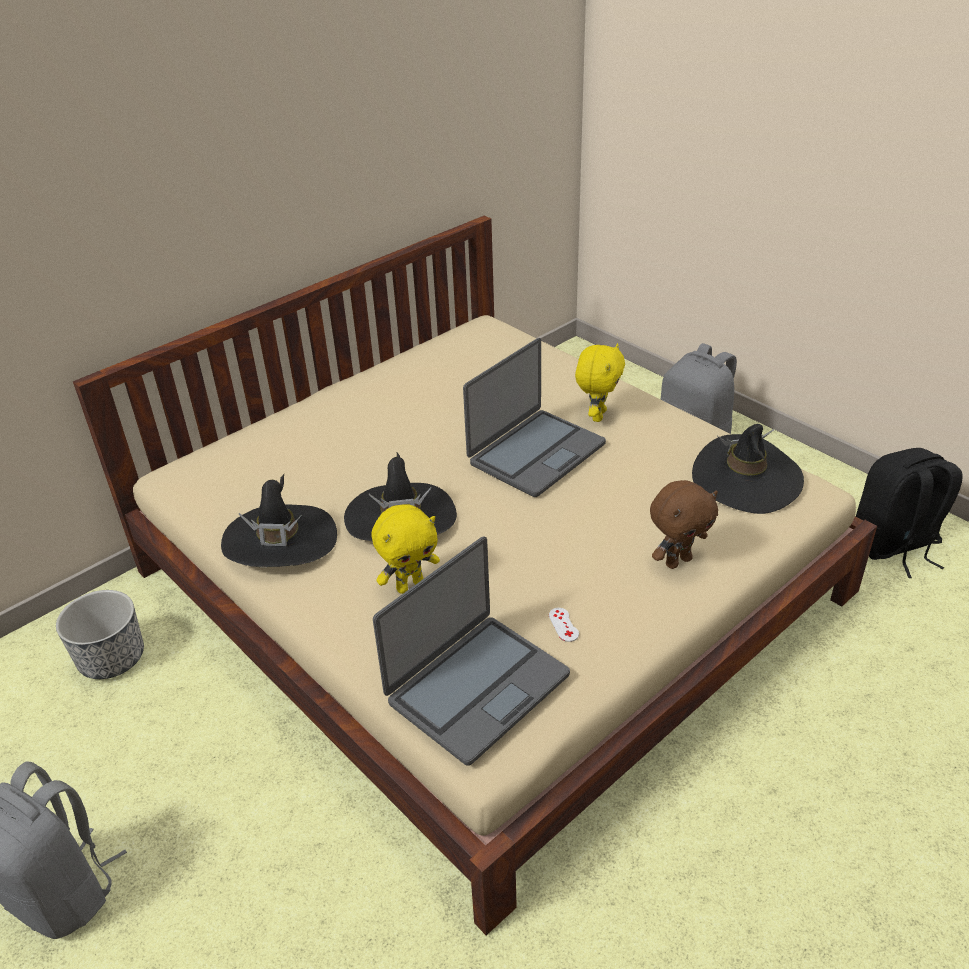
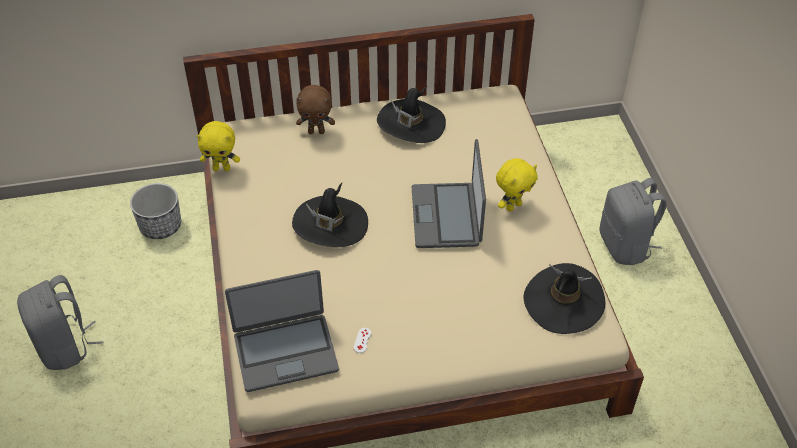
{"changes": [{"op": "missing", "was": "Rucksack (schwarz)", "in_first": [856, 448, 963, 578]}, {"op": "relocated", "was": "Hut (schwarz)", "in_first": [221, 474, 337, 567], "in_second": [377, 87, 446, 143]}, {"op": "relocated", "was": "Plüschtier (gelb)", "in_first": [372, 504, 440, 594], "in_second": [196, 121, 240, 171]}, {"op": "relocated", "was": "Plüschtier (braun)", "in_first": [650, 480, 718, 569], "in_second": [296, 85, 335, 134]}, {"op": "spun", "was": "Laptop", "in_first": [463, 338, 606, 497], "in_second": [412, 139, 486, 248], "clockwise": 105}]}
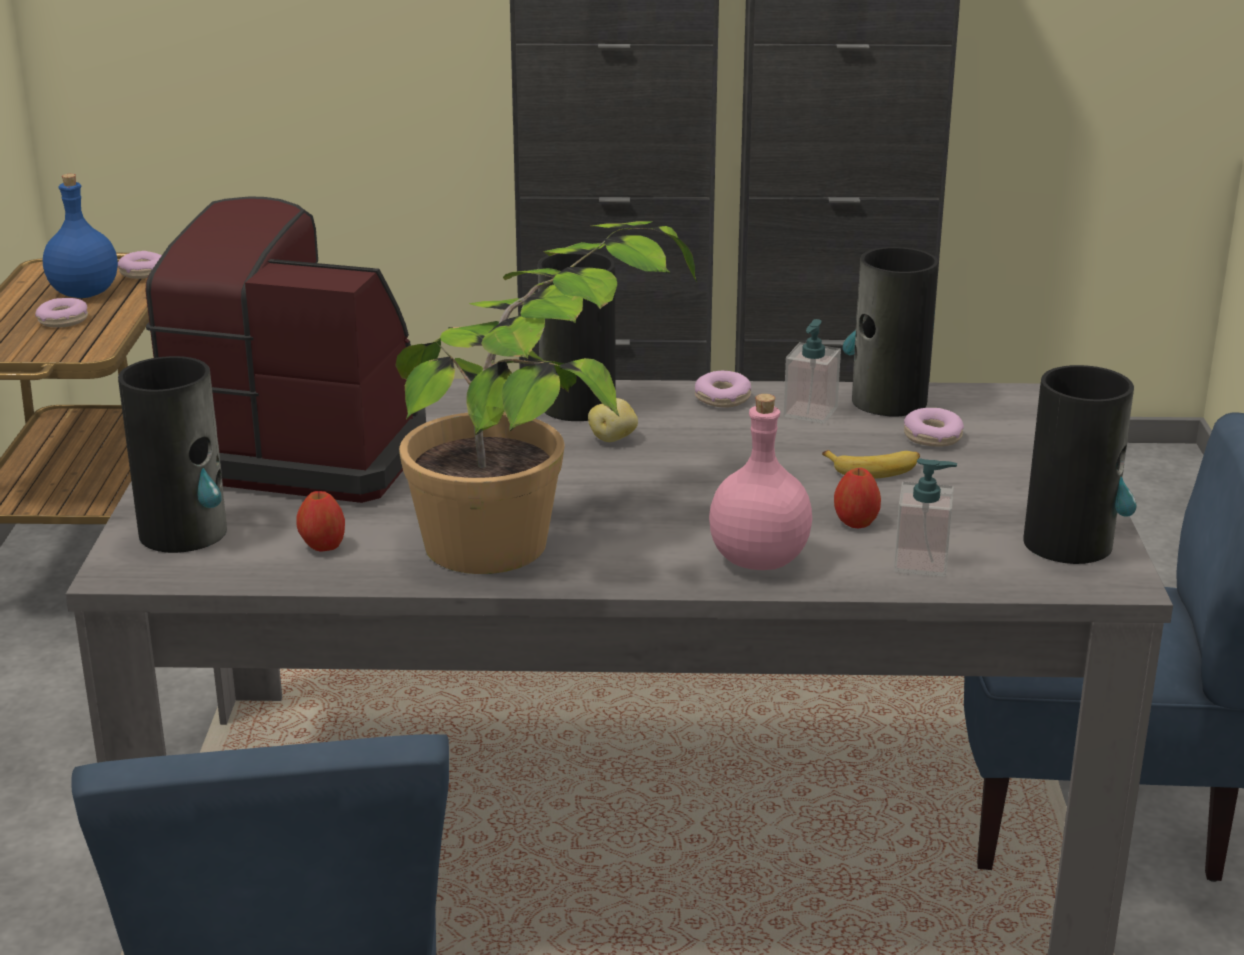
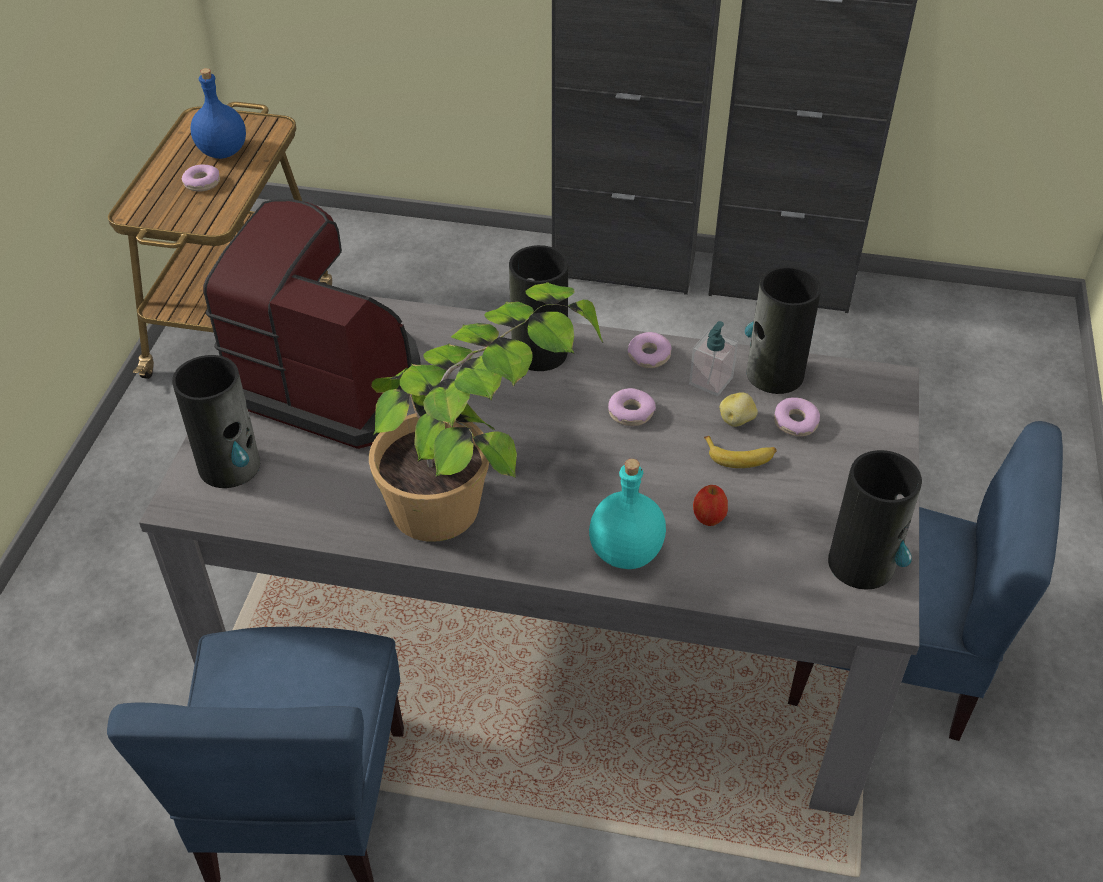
{"changes": [{"op": "missing", "was": "Apfel", "in_first": [296, 491, 345, 552]}, {"op": "missing", "was": "Seifenspender", "in_first": [894, 458, 957, 577]}, {"op": "relocated", "was": "Donut", "in_first": [118, 251, 162, 279], "in_second": [608, 388, 656, 426]}, {"op": "relocated", "was": "Kartoffel", "in_first": [588, 398, 638, 442], "in_second": [720, 392, 758, 427]}, {"op": "colour", "was": "Flasche (rosa)", "now": "Flasche (türkis)", "in_first": [709, 394, 812, 570], "in_second": [589, 459, 666, 569]}]}
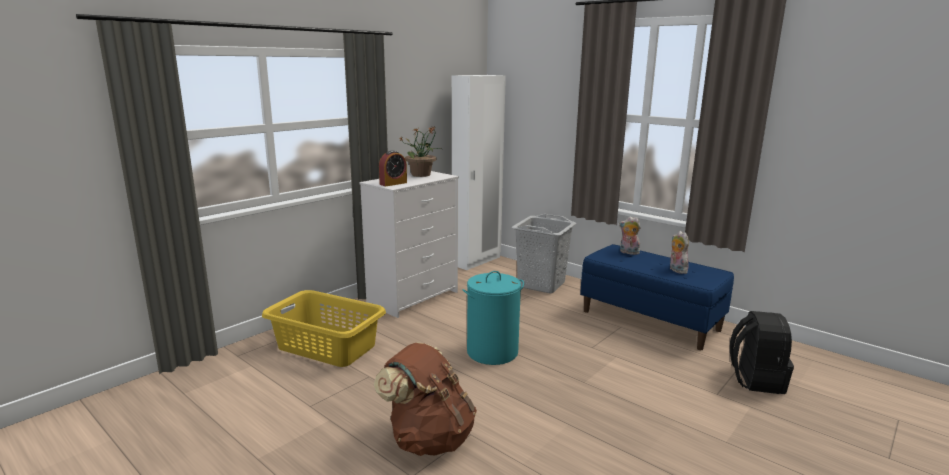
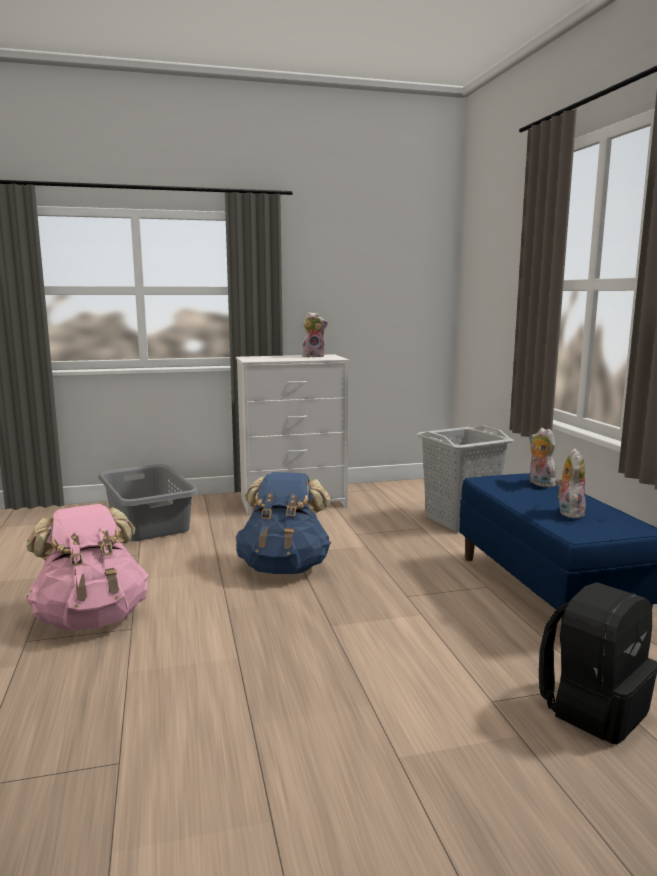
{"changes": [{"op": "missing", "was": "Wecker", "in_first": [379, 150, 407, 186]}, {"op": "missing", "was": "Kleiderschrank (weiß)", "in_first": [452, 75, 506, 270]}, {"op": "exchanged", "was": "Topfpflanze", "now": "Plüschtier", "in_first": [399, 127, 442, 177], "in_second": [302, 312, 328, 357]}, {"op": "exchanged", "was": "Wäschekorb (türkis)", "now": "Rucksack (blau)", "in_first": [463, 271, 524, 365], "in_second": [236, 472, 331, 574]}, {"op": "colour", "was": "Wäschekorb (gelb)", "now": "Wäschekorb (grau)", "in_first": [262, 290, 386, 367], "in_second": [99, 464, 199, 541]}, {"op": "colour", "was": "Rucksack (braun)", "now": "Rucksack (rosa)", "in_first": [374, 342, 477, 456], "in_second": [26, 504, 149, 631]}]}
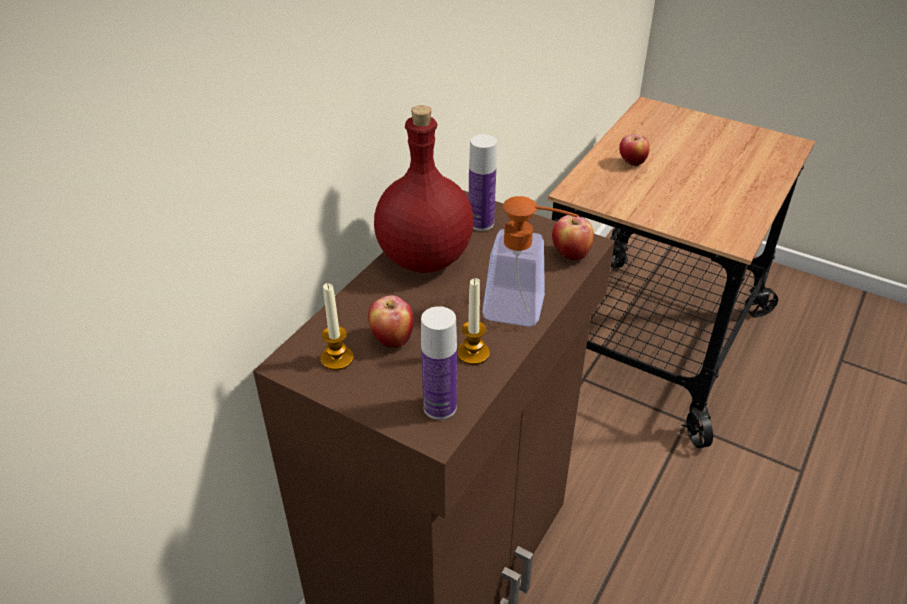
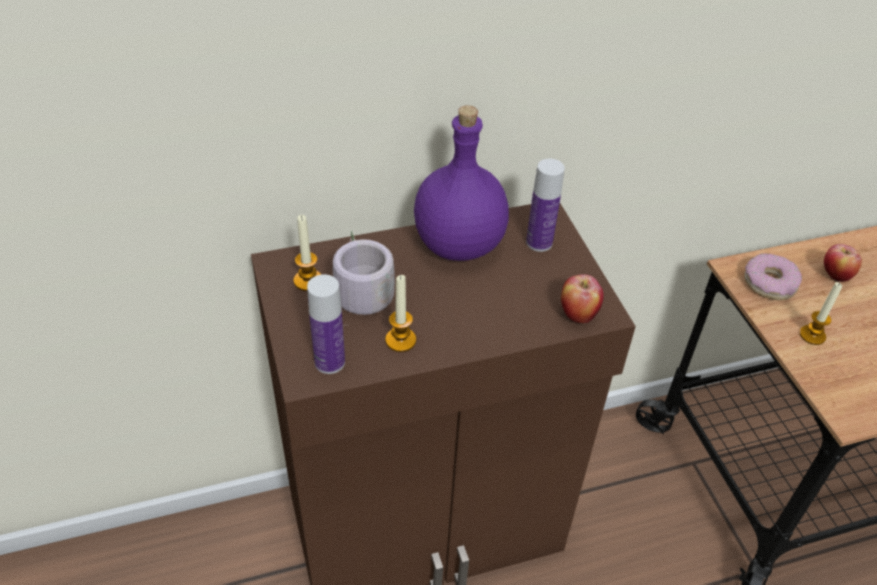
{"changes": [{"op": "missing", "was": "Seifenspender", "in_first": [483, 196, 578, 327]}, {"op": "appeared", "now": "Donut", "in_second": [744, 253, 802, 300]}, {"op": "appeared", "now": "Kerze", "in_second": [800, 282, 842, 345]}, {"op": "exchanged", "was": "Apfel", "now": "Henkelbecher (grau)", "in_first": [368, 295, 414, 348], "in_second": [333, 231, 395, 326]}, {"op": "colour", "was": "Flasche (rot)", "now": "Flasche (lila)", "in_first": [374, 105, 474, 273], "in_second": [414, 105, 509, 261]}]}
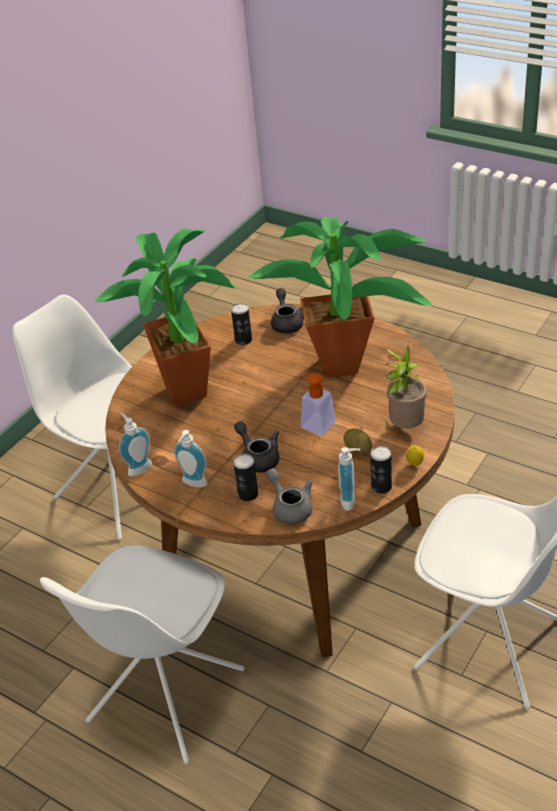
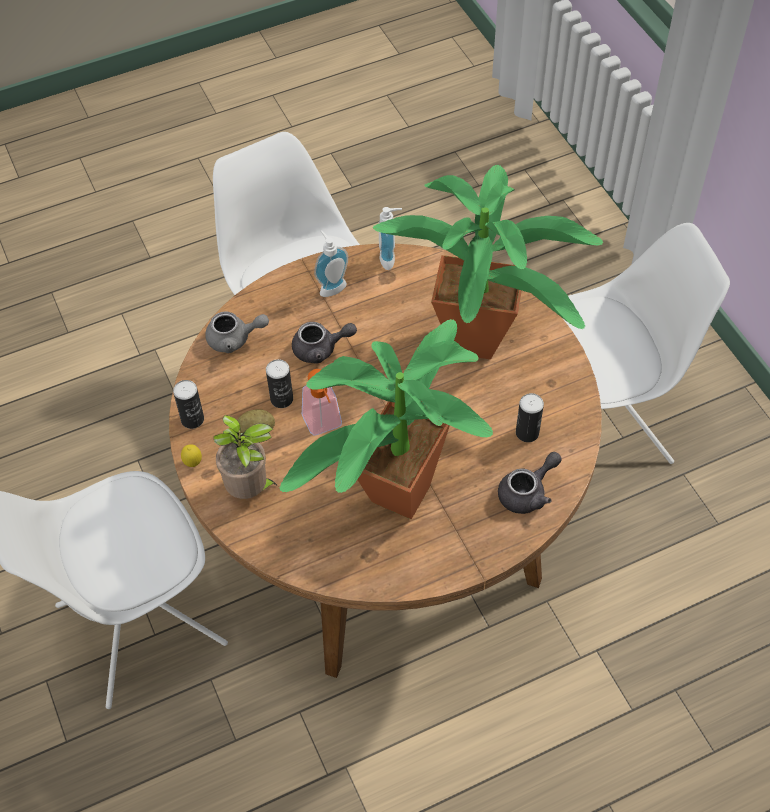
{"changes": [{"op": "missing", "was": "Seifenspender", "in_first": [338, 447, 360, 511]}, {"op": "relocated", "was": "Dose", "in_first": [233, 454, 258, 501], "in_second": [266, 359, 293, 408]}, {"op": "spun", "was": "Teekanne (grau)", "in_first": [271, 288, 304, 333], "in_second": [498, 452, 562, 514], "clockwise": -60}]}
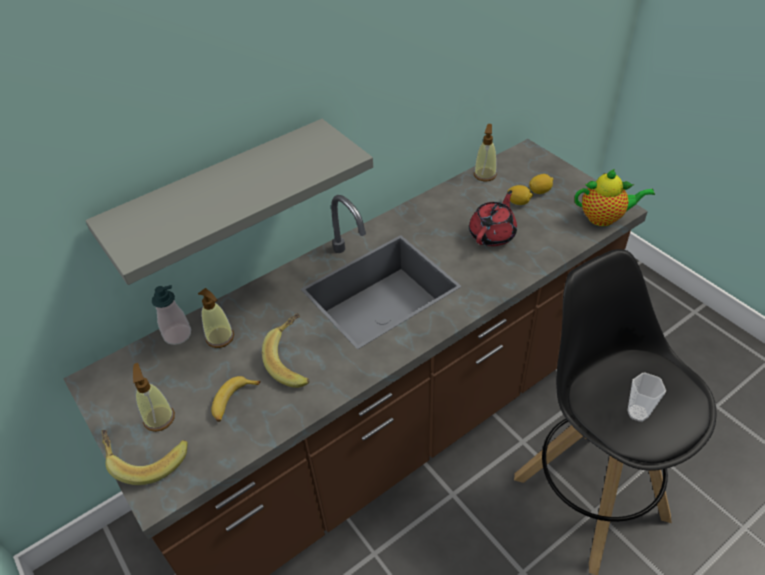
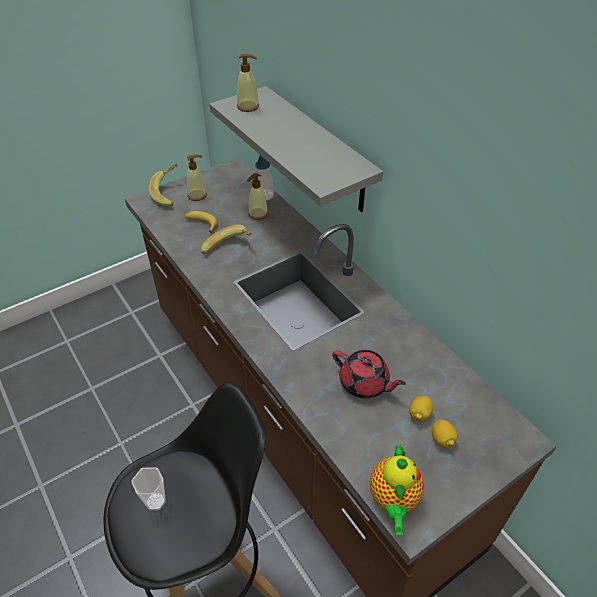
{"changes": [{"op": "relocated", "was": "Seifenspender", "in_first": [474, 124, 497, 181], "in_second": [237, 54, 259, 112]}]}
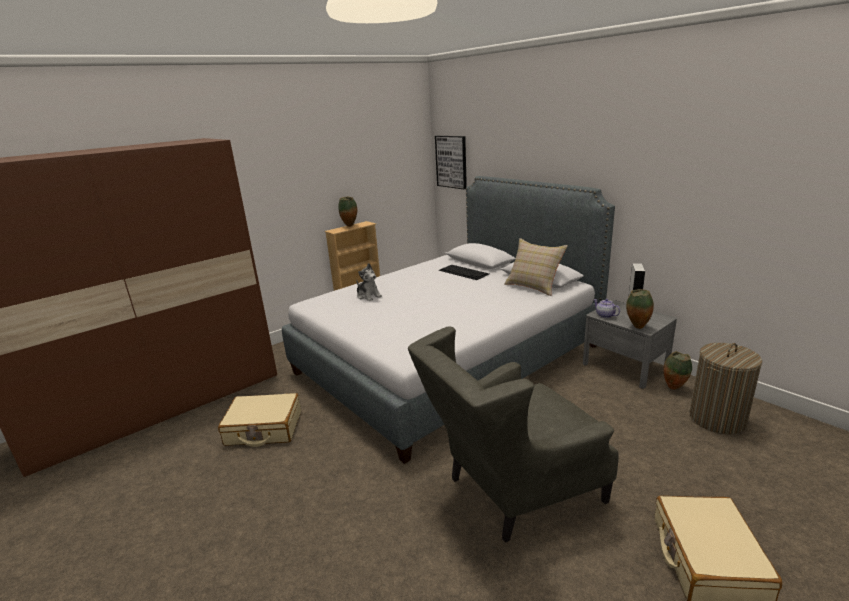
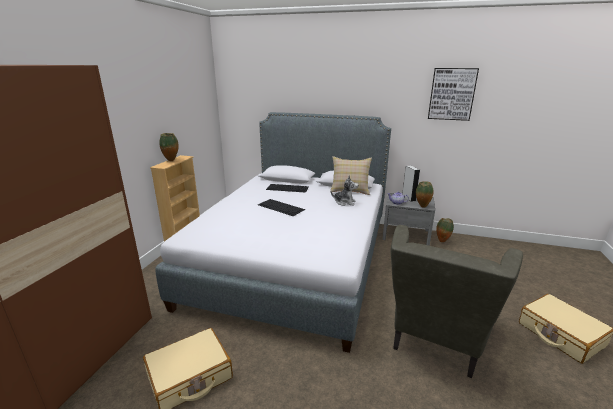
{"changes": [{"op": "missing", "was": "Wäschekorb", "in_first": [689, 343, 762, 434]}, {"op": "appeared", "now": "Tastatur", "in_second": [258, 199, 305, 216]}, {"op": "relocated", "was": "Plüschtier", "in_first": [356, 263, 382, 301], "in_second": [331, 176, 358, 206]}, {"op": "relocated", "was": "Bild", "in_first": [435, 136, 467, 189], "in_second": [428, 68, 479, 121]}]}
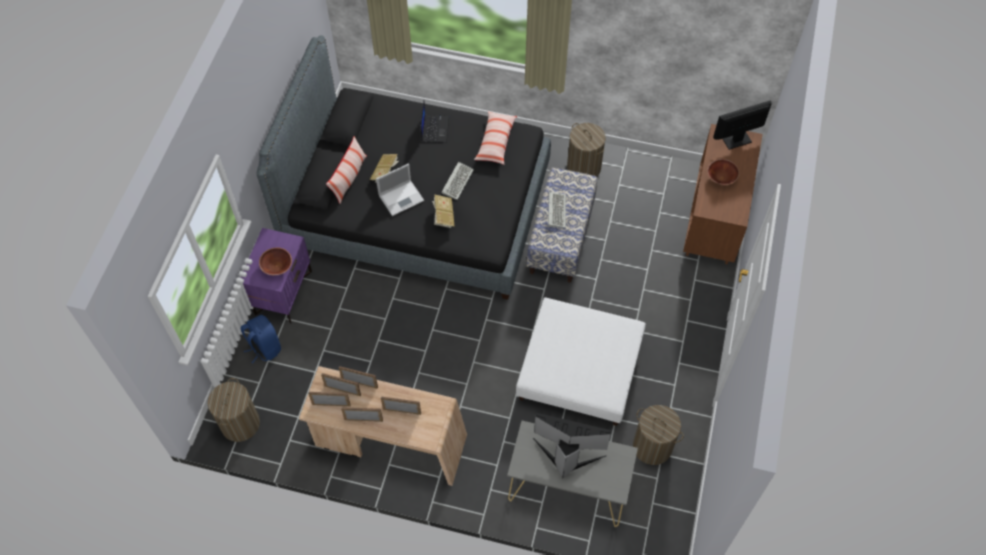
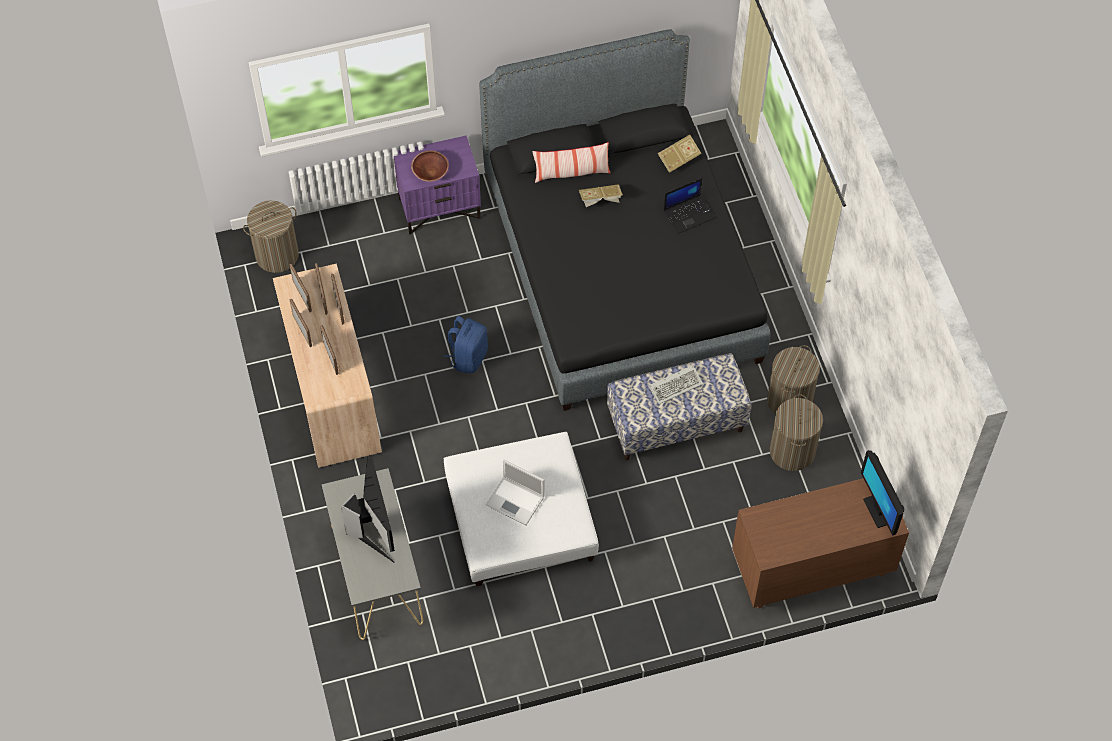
{"changes": [{"op": "missing", "was": "Tastatur", "in_first": [442, 162, 474, 200]}, {"op": "missing", "was": "Kissen", "in_first": [474, 112, 517, 165]}, {"op": "missing", "was": "Schüssel (braun)", "in_first": [707, 159, 740, 185]}, {"op": "relocated", "was": "Rucksack (blau)", "in_first": [241, 315, 281, 364], "in_second": [444, 316, 488, 373]}, {"op": "relocated", "was": "Laptop", "in_first": [376, 163, 424, 216], "in_second": [486, 460, 545, 525]}, {"op": "relocated", "was": "Buch", "in_first": [432, 194, 455, 228], "in_second": [658, 135, 702, 173]}, {"op": "relocated", "was": "Wäschekorb", "in_first": [633, 405, 684, 465], "in_second": [770, 394, 823, 471]}, {"op": "spun", "was": "Monitor", "in_first": [713, 100, 772, 150], "in_second": [861, 450, 904, 536], "clockwise": -150}]}
